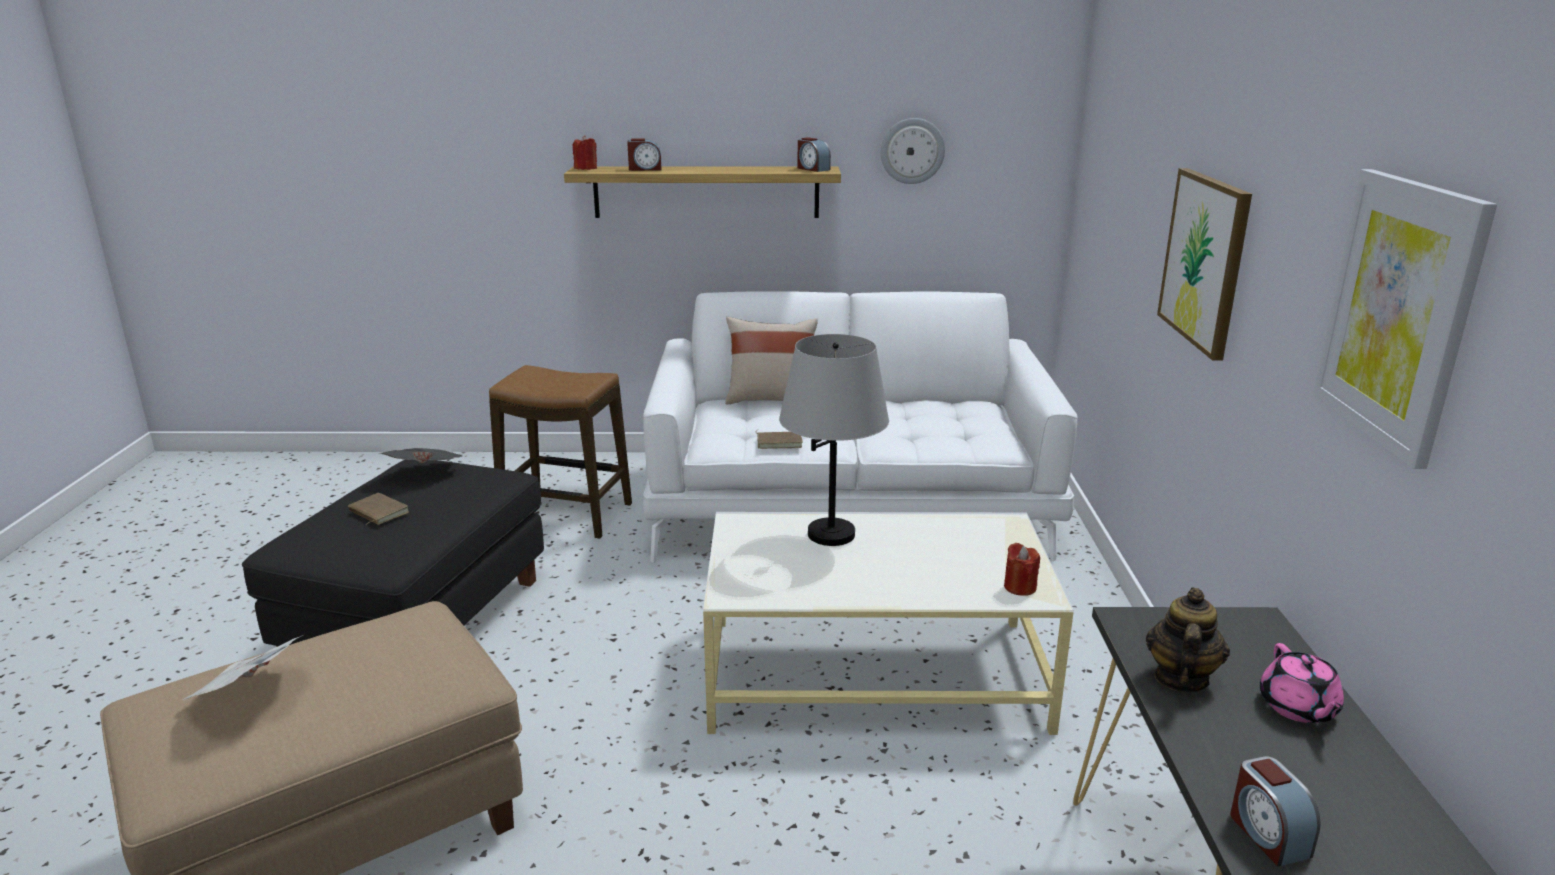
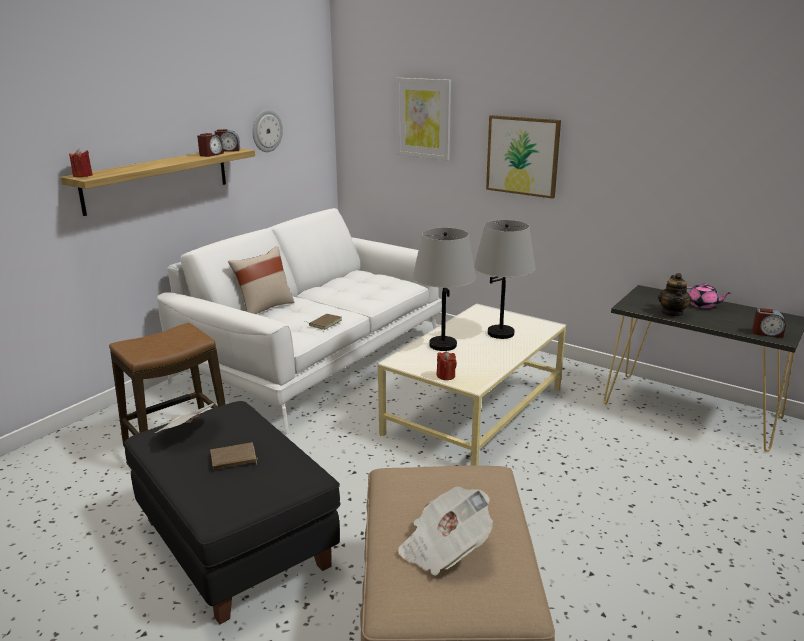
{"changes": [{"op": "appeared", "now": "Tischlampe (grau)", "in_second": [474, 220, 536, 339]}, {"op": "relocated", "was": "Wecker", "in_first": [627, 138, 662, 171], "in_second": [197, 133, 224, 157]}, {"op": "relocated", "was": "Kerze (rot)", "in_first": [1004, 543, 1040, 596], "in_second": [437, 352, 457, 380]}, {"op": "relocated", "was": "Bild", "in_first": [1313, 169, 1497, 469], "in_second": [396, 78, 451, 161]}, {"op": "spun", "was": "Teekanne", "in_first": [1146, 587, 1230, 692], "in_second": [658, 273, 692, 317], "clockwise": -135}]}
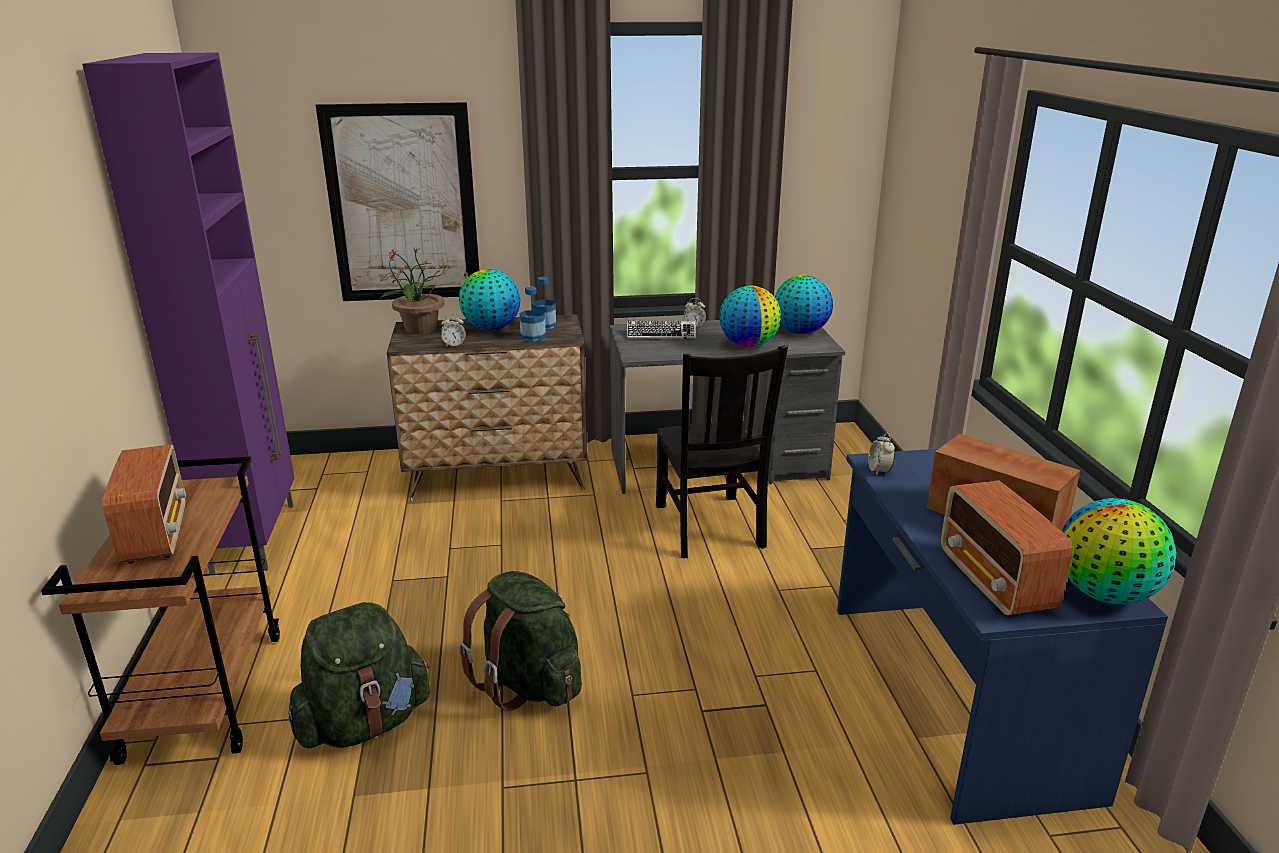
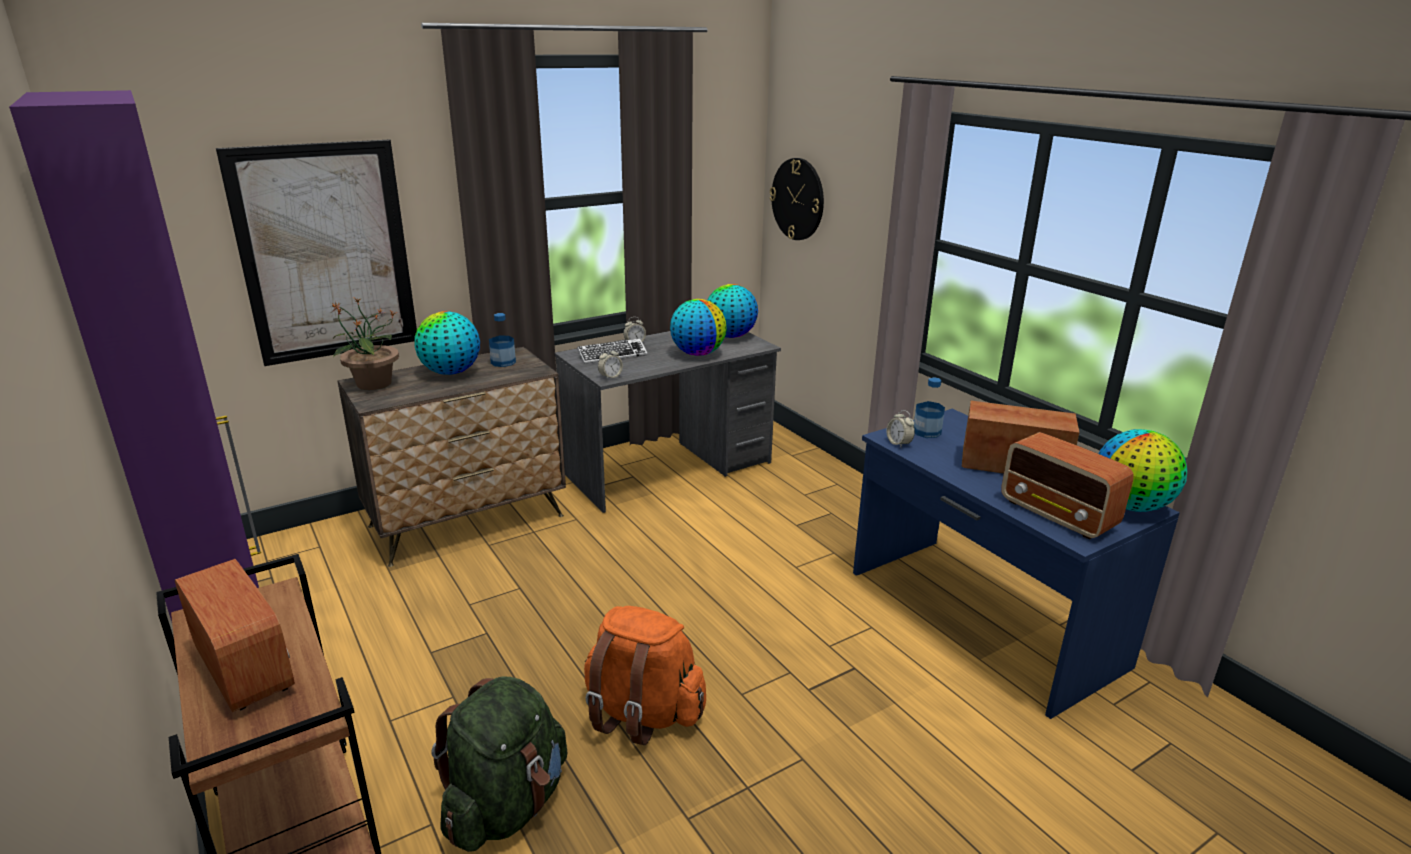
{"changes": [{"op": "missing", "was": "Stuhl (schwarz)", "in_first": [656, 345, 788, 558]}, {"op": "appeared", "now": "Wanduhr", "in_second": [770, 158, 824, 240]}, {"op": "relocated", "was": "Wecker", "in_first": [441, 314, 466, 347], "in_second": [598, 347, 623, 380]}, {"op": "relocated", "was": "Flasche", "in_first": [520, 287, 546, 342], "in_second": [914, 377, 945, 438]}, {"op": "colour", "was": "Rucksack (grün)", "now": "Rucksack (orange)", "in_first": [459, 571, 582, 711], "in_second": [584, 606, 706, 745]}]}
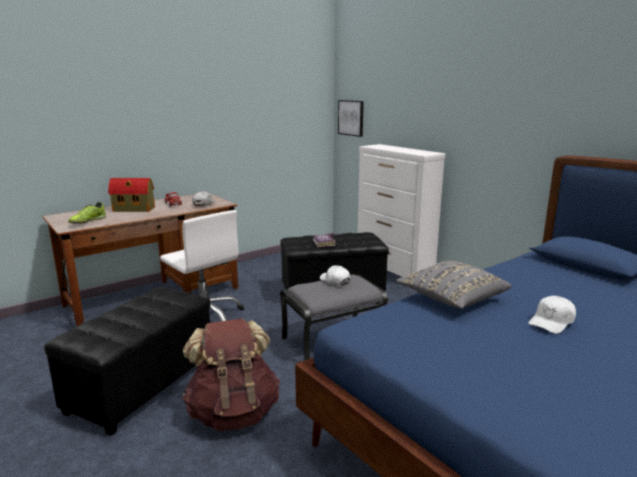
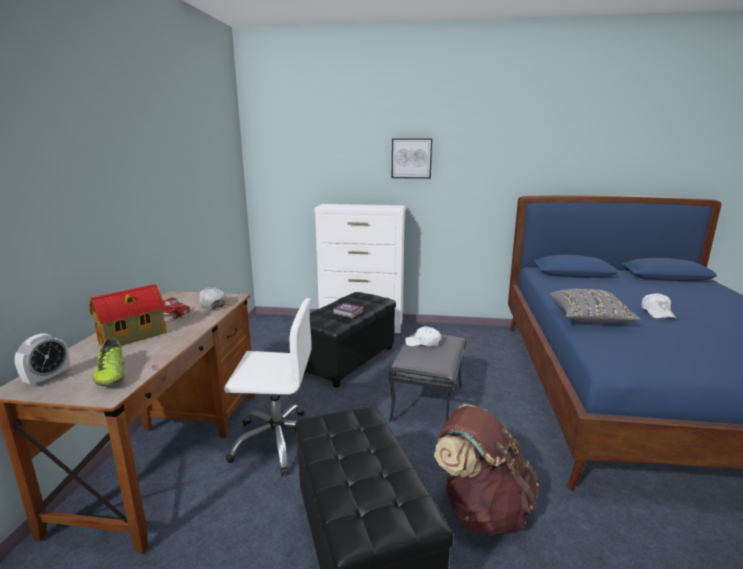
{"changes": [{"op": "appeared", "now": "Wecker", "in_second": [14, 333, 70, 386]}, {"op": "relocated", "was": "Bild", "in_first": [338, 100, 364, 137], "in_second": [392, 138, 432, 179]}]}
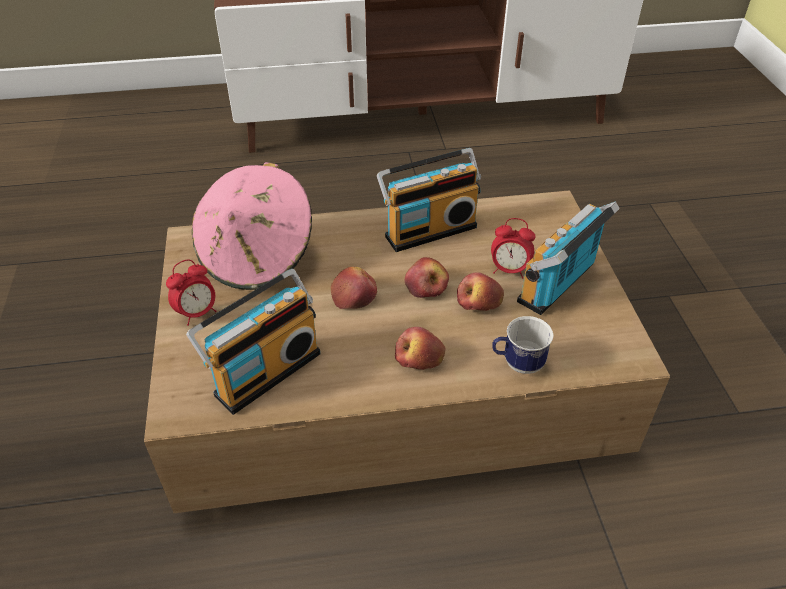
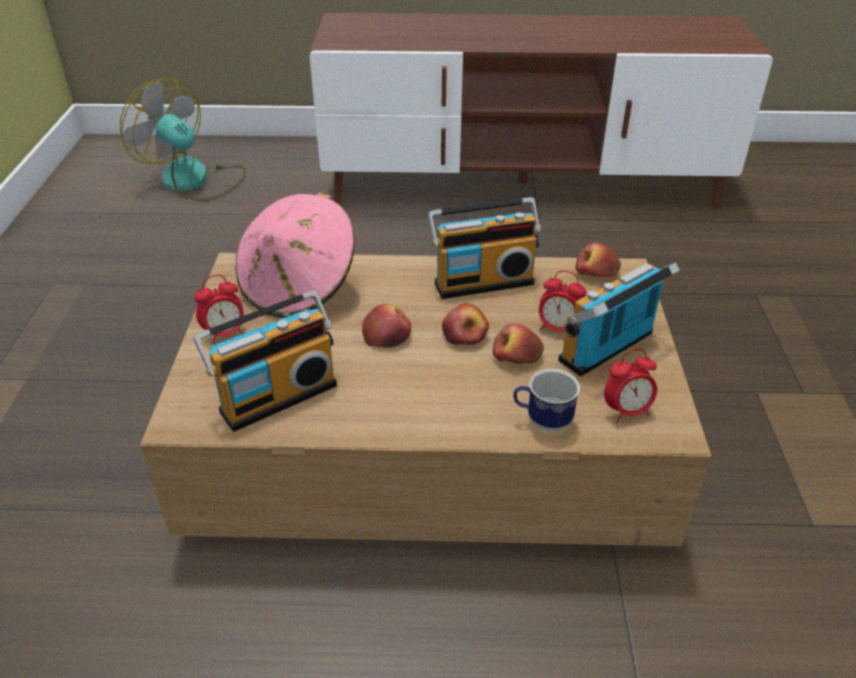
{"changes": [{"op": "appeared", "now": "Ventilator", "in_second": [120, 78, 246, 201]}, {"op": "appeared", "now": "Wecker", "in_second": [604, 349, 657, 423]}, {"op": "relocated", "was": "Apfel", "in_first": [395, 327, 446, 370], "in_second": [575, 243, 621, 277]}]}
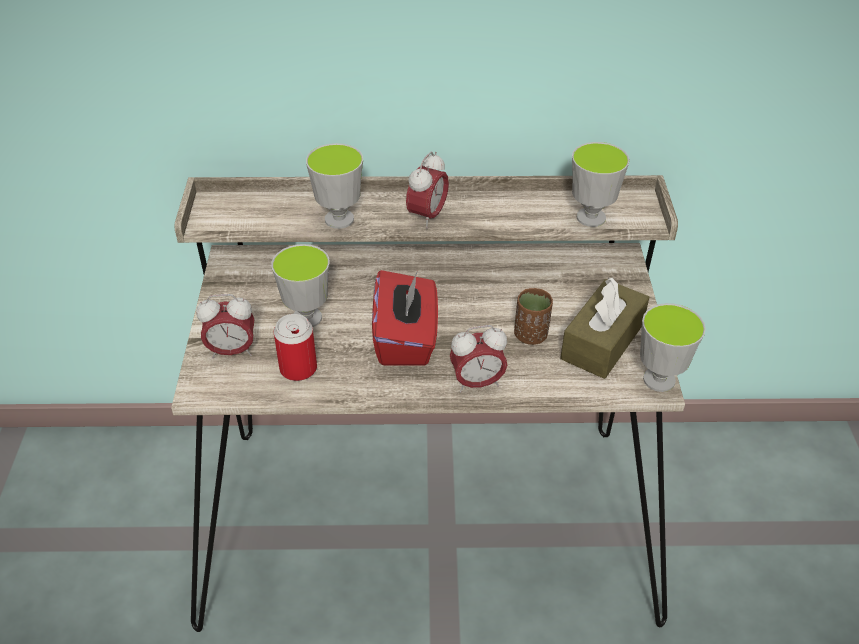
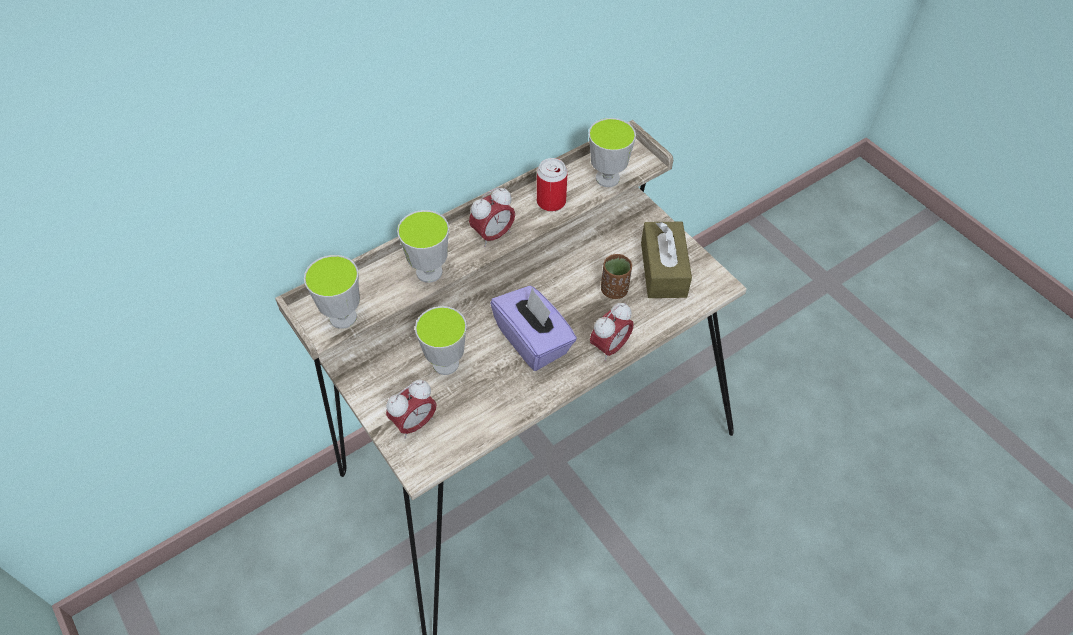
{"changes": [{"op": "relocated", "was": "Dose", "in_first": [274, 314, 317, 381], "in_second": [537, 158, 568, 212]}, {"op": "relocated", "was": "Tasse", "in_first": [640, 303, 706, 392], "in_second": [304, 255, 360, 329]}, {"op": "colour", "was": "Taschentuchbox (rot)", "now": "Taschentuchbox (lila)", "in_first": [372, 270, 438, 366], "in_second": [490, 286, 577, 371]}, {"op": "spun", "was": "Wecker", "in_first": [406, 151, 449, 229], "in_second": [469, 188, 515, 247], "clockwise": 60}]}
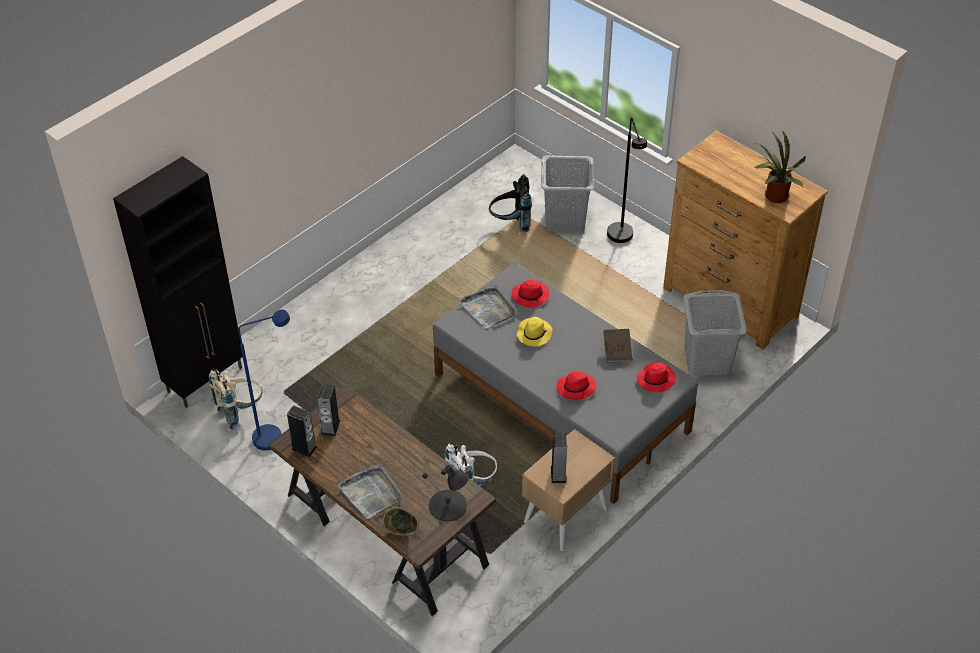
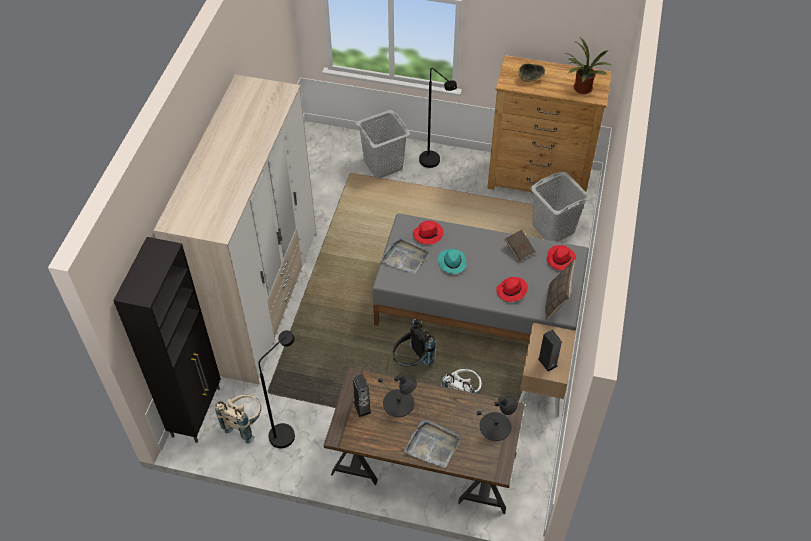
{"changes": [{"op": "missing", "was": "Lautsprecher", "in_first": [287, 405, 317, 457]}, {"op": "appeared", "now": "Kleiderschrank", "in_second": [153, 74, 317, 384]}, {"op": "appeared", "now": "Tischlampe (schwarz)", "in_second": [378, 374, 417, 417]}, {"op": "appeared", "now": "Kissen", "in_second": [545, 260, 575, 320]}, {"op": "relocated", "was": "Schüssel", "in_first": [383, 507, 419, 535], "in_second": [518, 63, 545, 82]}, {"op": "relocated", "was": "Rucksack (schwarz)", "in_first": [489, 174, 532, 232], "in_second": [393, 319, 436, 366]}, {"op": "colour", "was": "Stehlampe (blau)", "now": "Stehlampe (schwarz)", "in_first": [238, 310, 290, 451], "in_second": [258, 330, 295, 448]}, {"op": "colour", "was": "Hut (gelb)", "now": "Hut (türkis)", "in_first": [517, 317, 552, 347], "in_second": [438, 249, 466, 274]}]}
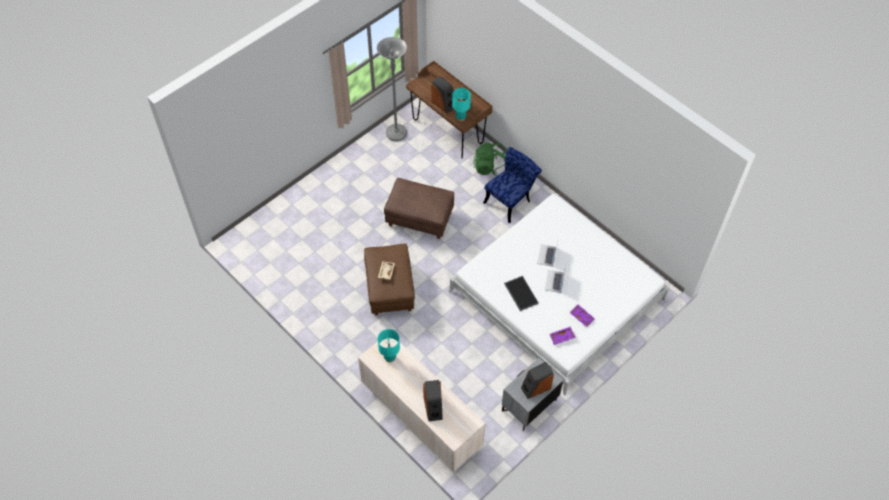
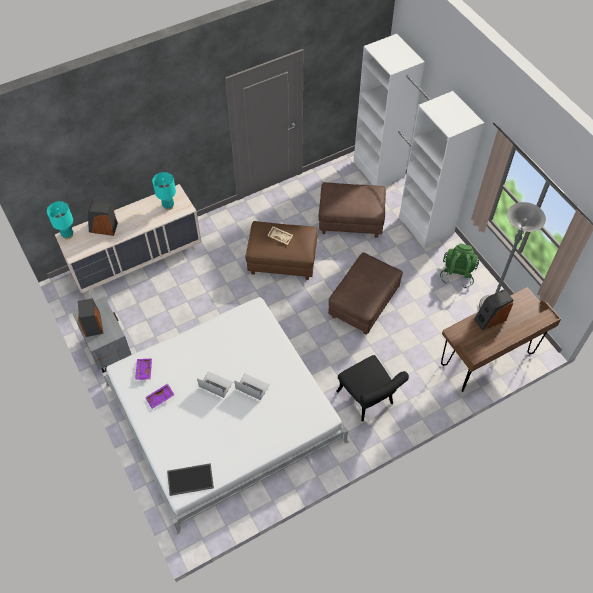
{"changes": [{"op": "appeared", "now": "Polsterhocker (braun)", "in_second": [318, 182, 386, 238]}, {"op": "appeared", "now": "Kleiderschrank (weiß)", "in_second": [354, 34, 484, 248]}, {"op": "relocated", "was": "Tischlampe (türkis)", "in_first": [452, 88, 471, 121], "in_second": [47, 201, 73, 239]}, {"op": "relocated", "was": "Rucksack (grün)", "in_first": [473, 143, 506, 176], "in_second": [440, 243, 479, 289]}, {"op": "relocated", "was": "Tablett", "in_first": [504, 276, 539, 311], "in_second": [167, 463, 214, 496]}, {"op": "colour", "was": "Stuhl (blau)", "now": "Stuhl (schwarz)", "in_first": [483, 147, 542, 223], "in_second": [336, 355, 409, 421]}]}
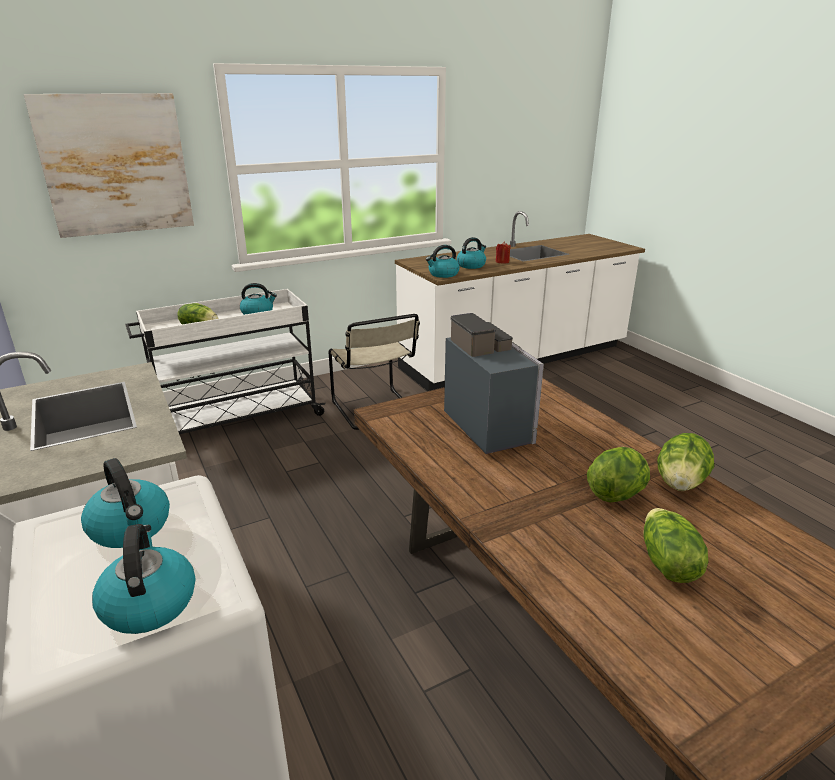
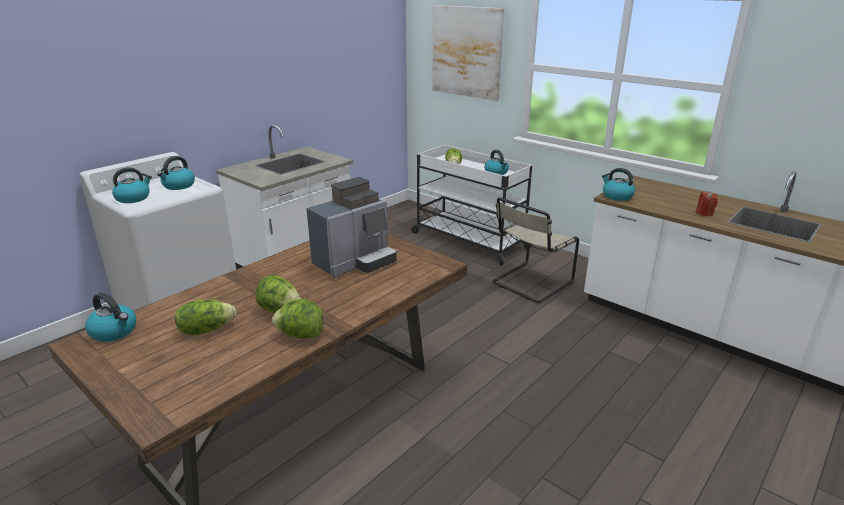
{"changes": [{"op": "relocated", "was": "Wasserkessel", "in_first": [457, 237, 486, 269], "in_second": [85, 293, 136, 342]}]}
